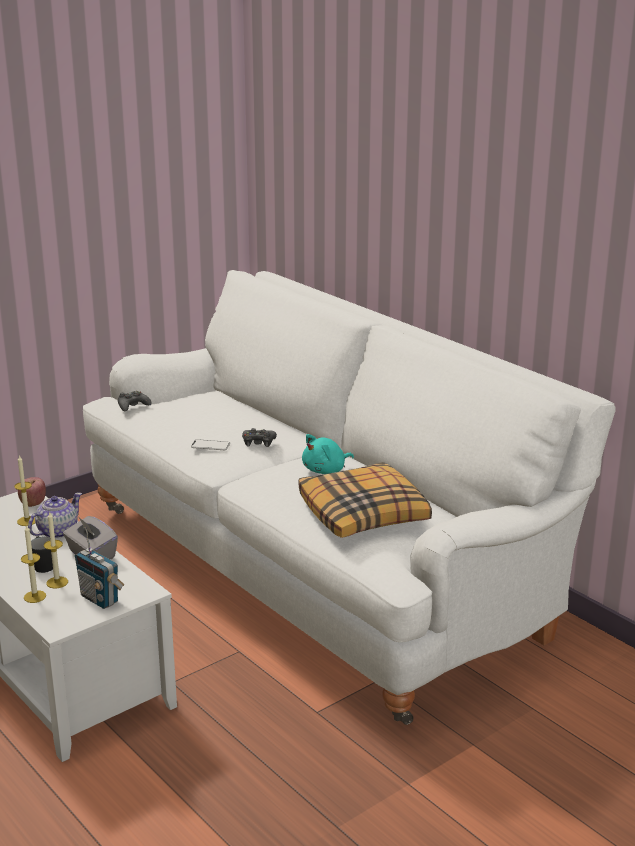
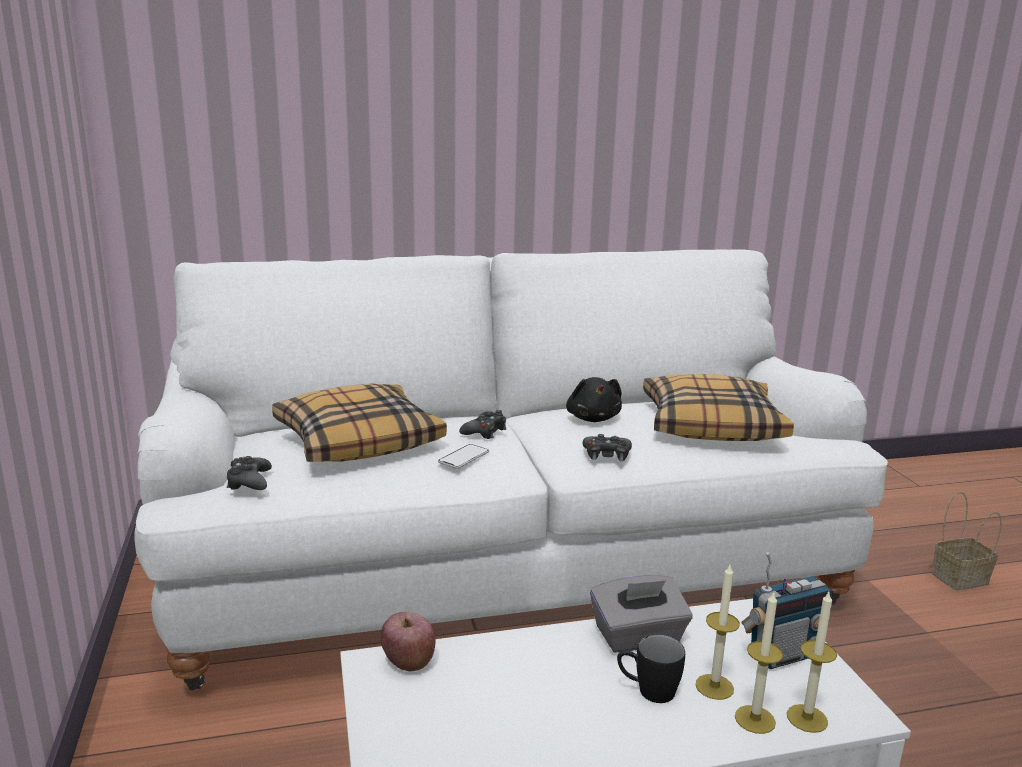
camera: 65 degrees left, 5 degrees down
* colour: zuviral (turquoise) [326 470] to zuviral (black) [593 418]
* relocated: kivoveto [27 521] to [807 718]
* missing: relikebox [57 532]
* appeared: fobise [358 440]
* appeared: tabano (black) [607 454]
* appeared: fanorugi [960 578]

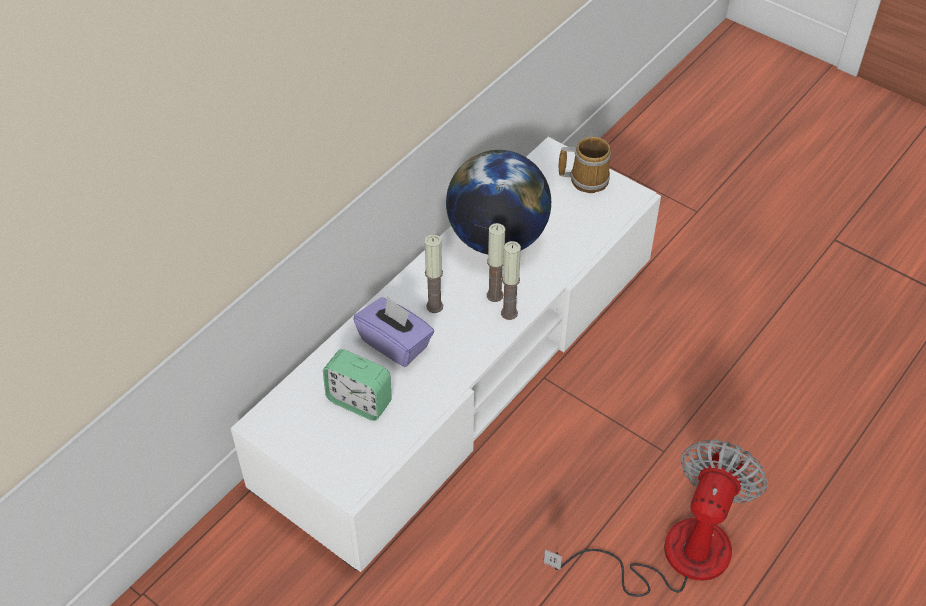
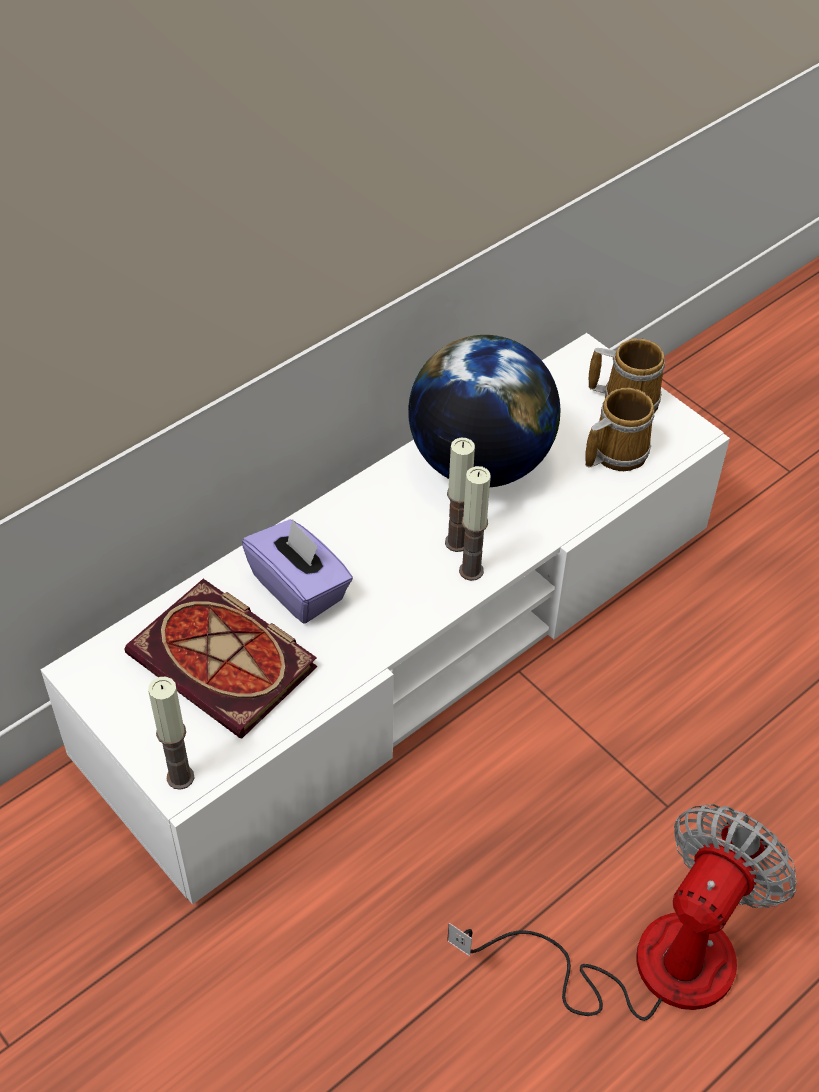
camera: 10 degrees right, 0 degrees up
* relocated: kivoveto [434 306] to [180 777]
* exchanged: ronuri [359 401] to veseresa [228 662]
* appeared: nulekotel [615 452]

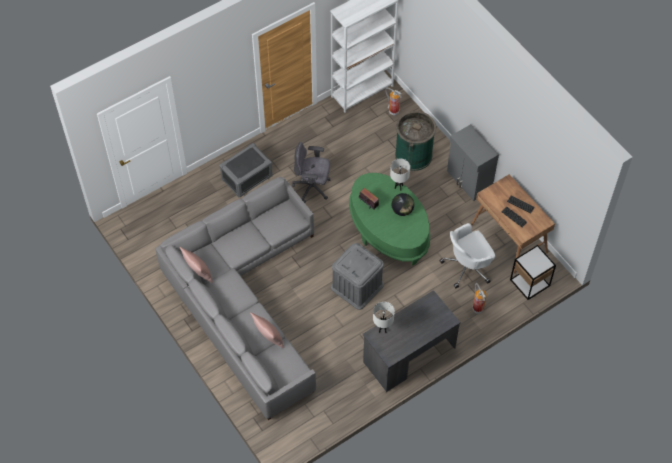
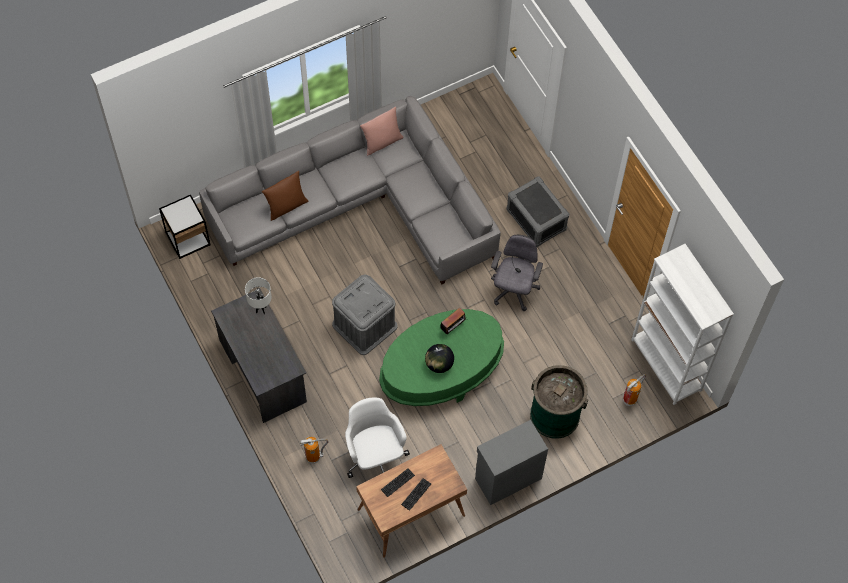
camera: 95 degrees right, 5 degrees up
* missing: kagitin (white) [398 187]
* relocated: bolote [529 282] to [188 238]
* colour: fobise (pink) [268 338] to fobise (brown) [286 206]

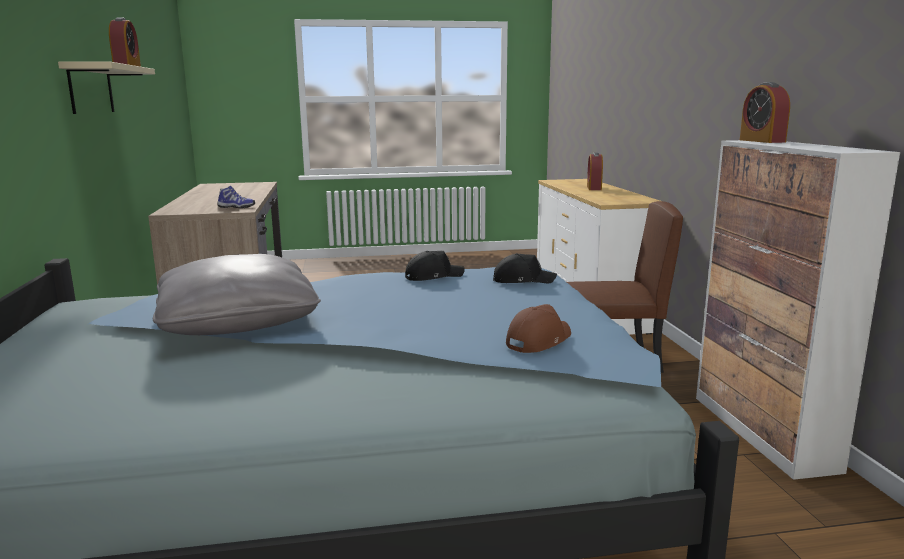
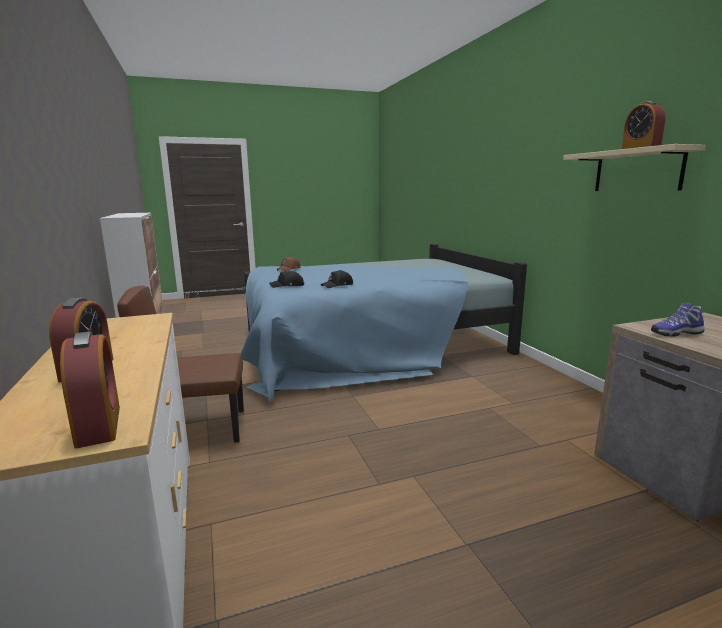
camera: 170 degrees right, 0 degrees up
* relocated: ronuri [762 141] to [98 425]
* missing: fobise (grey) [238 322]

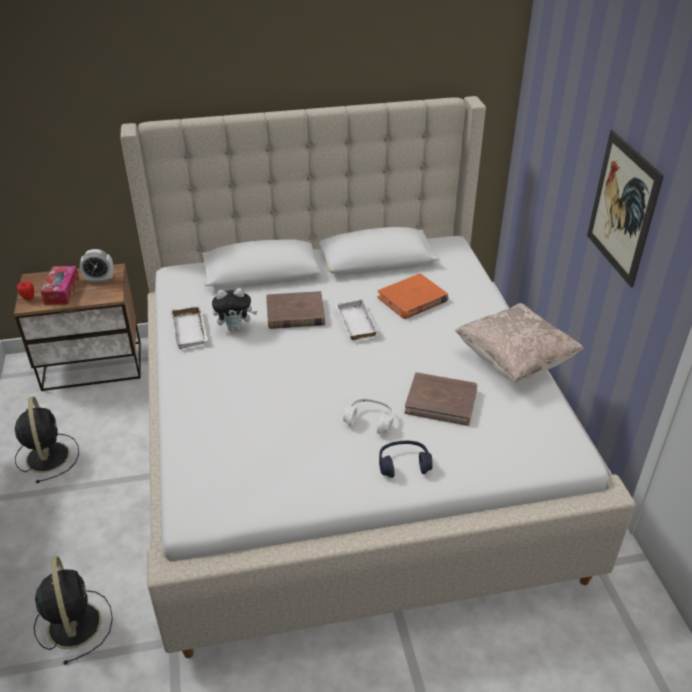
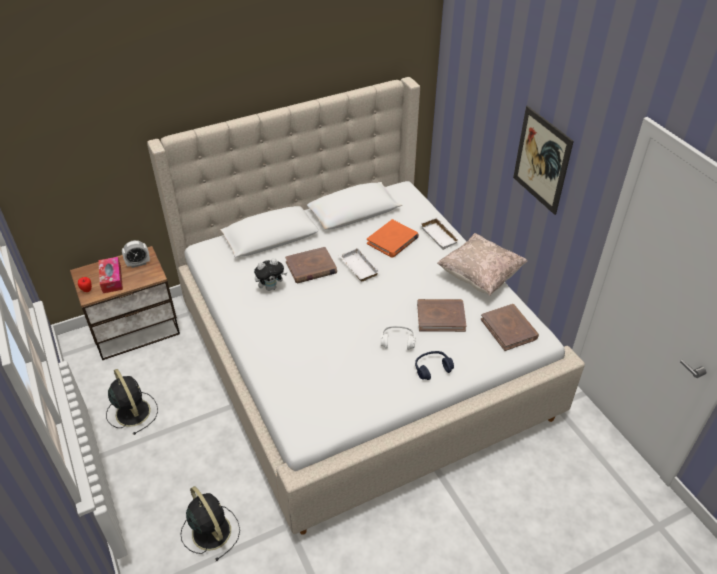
camera: 15 degrees left, 5 degrees up
* relocated: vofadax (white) [191 331] to [440 236]
* appeared: veseresa (brown) [509 329]

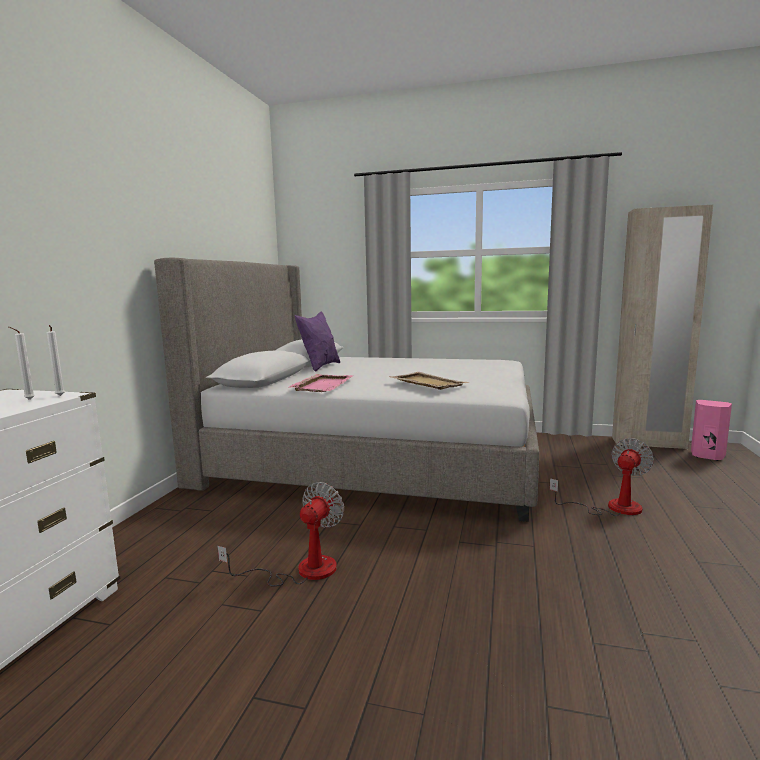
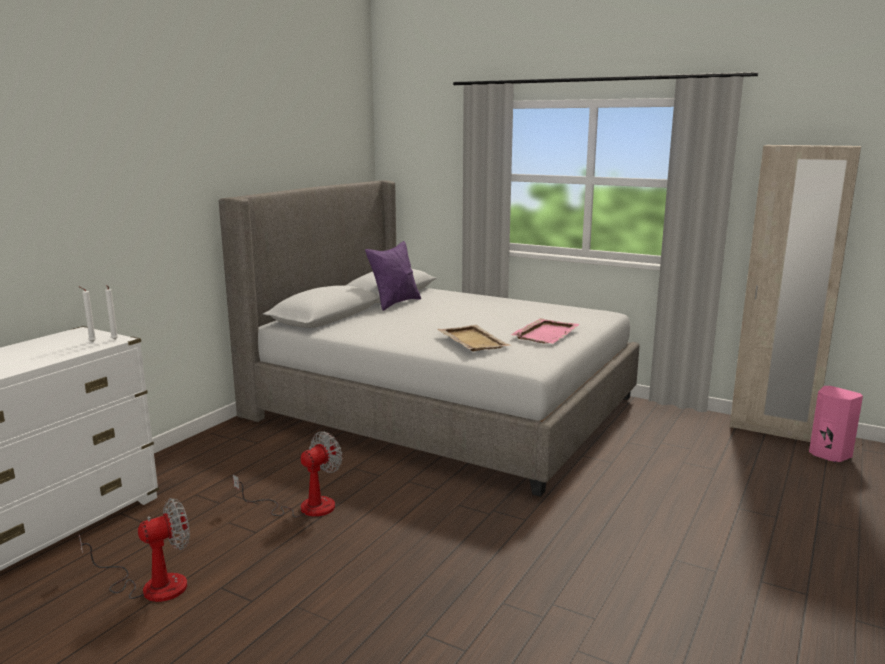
camera: 15 degrees right, 5 degrees up
* relocated: vofadax (pink) [323 385] to [546 333]
* relocated: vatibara [612 508] to [151 585]

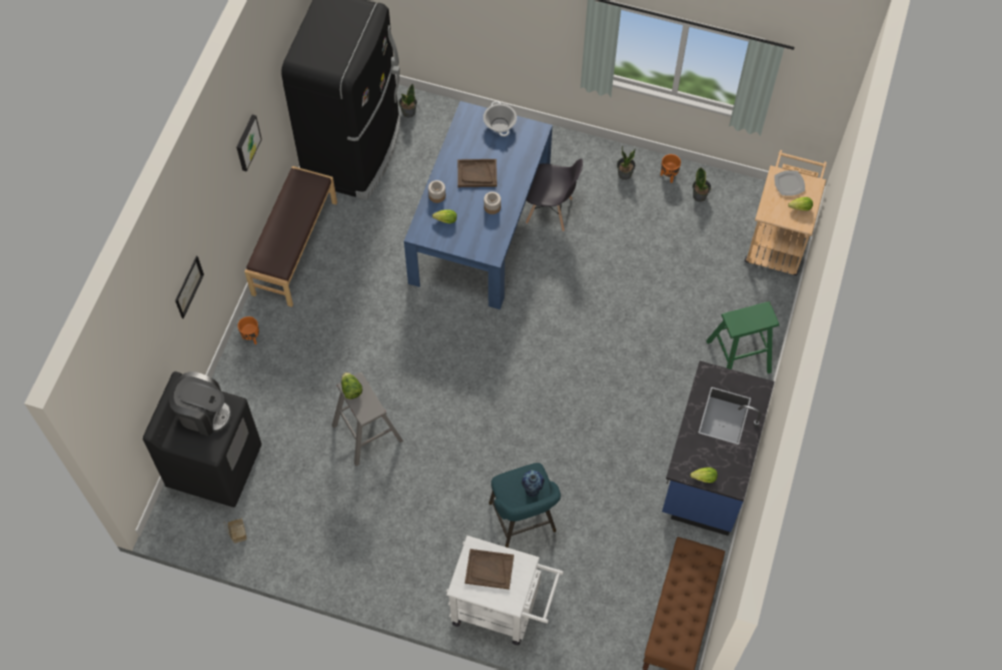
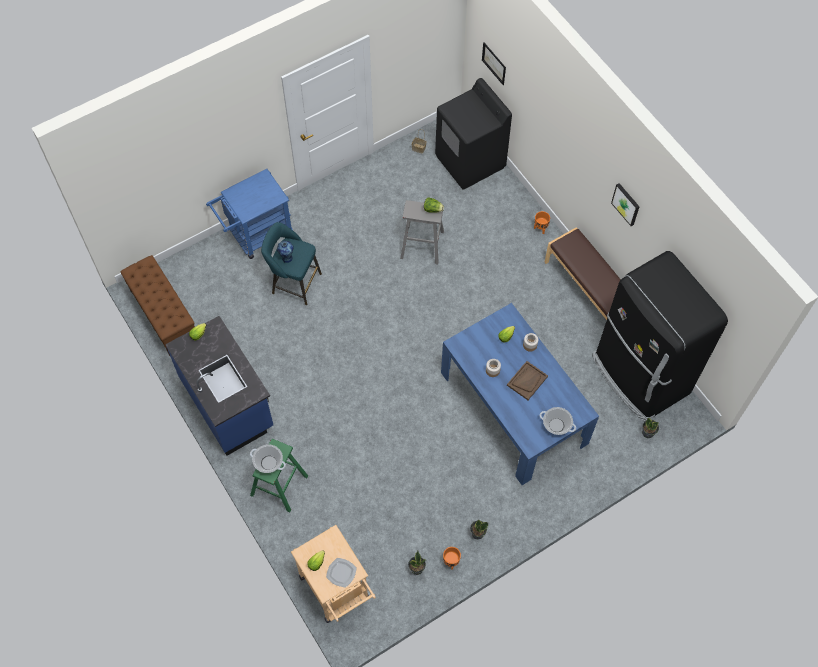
camera: 130 degrees right, 0 degrees up
* missing: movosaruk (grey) [550 211]
* relocated: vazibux [189 287] to [494 63]
* missing: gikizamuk [203 413]
* colour: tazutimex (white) [502 609] to tazutimex (blue) [256 236]
* missing: vofadax (brown) [489 569]
* appeared: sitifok [268 463]

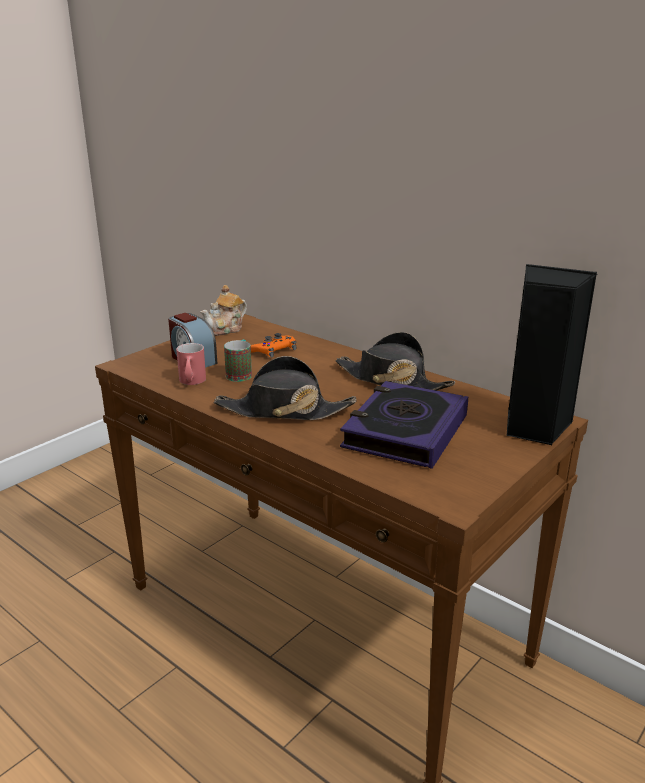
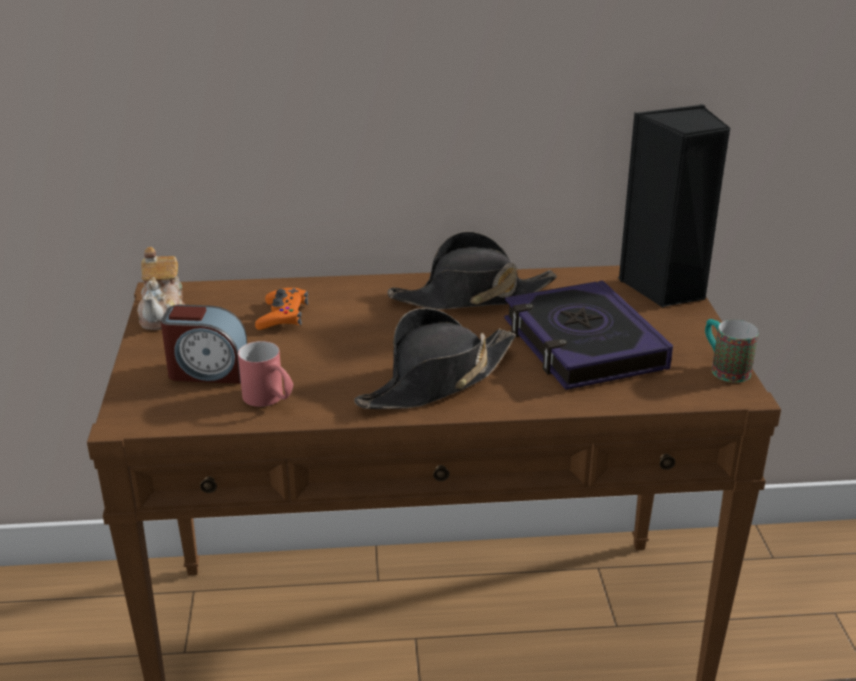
camera: 45 degrees left, 5 degrees up
* relocated: nulekotel [240 374] to [724 368]

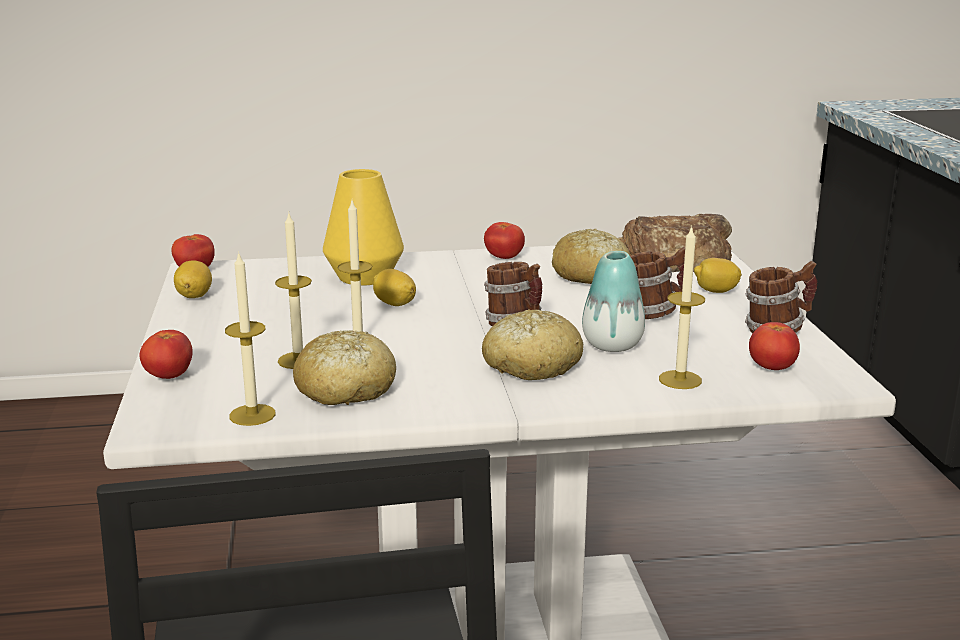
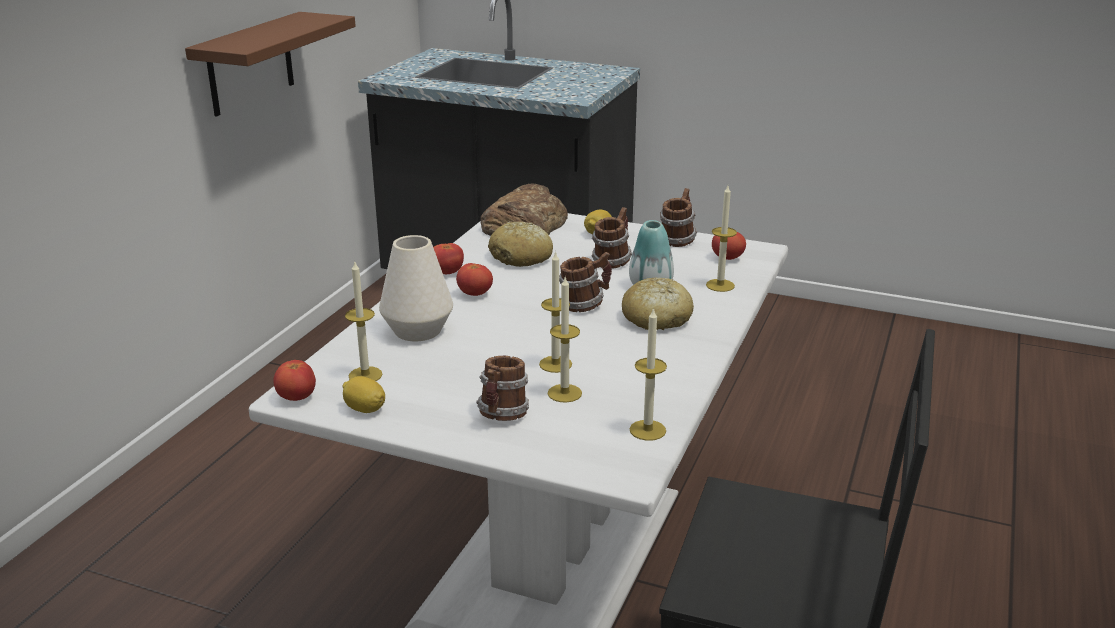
camera: 60 degrees left, 5 degrees up
* colour: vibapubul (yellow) [364 277] to vibapubul (white) [418 330]
* missing: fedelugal [394 304]
* relocated: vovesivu [169 377] to [475 294]
* missing: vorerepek [345 389]
* appeared: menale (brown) [250 64]
* appeared: kivoveto [365 375]
* appeared: nulekotel [503 416]

